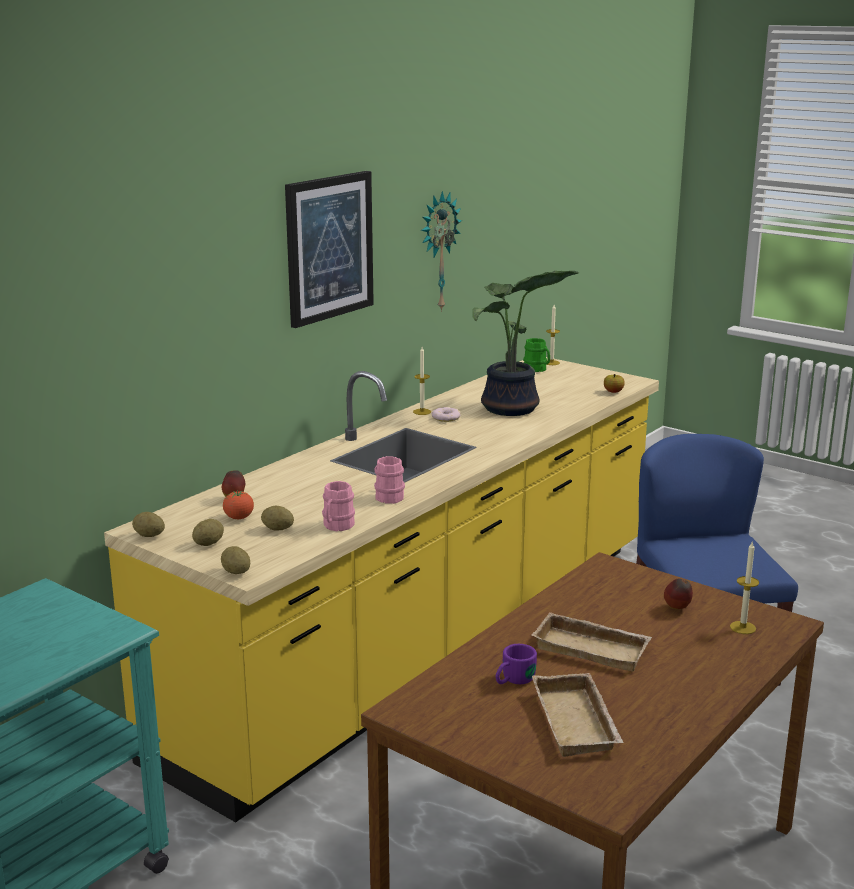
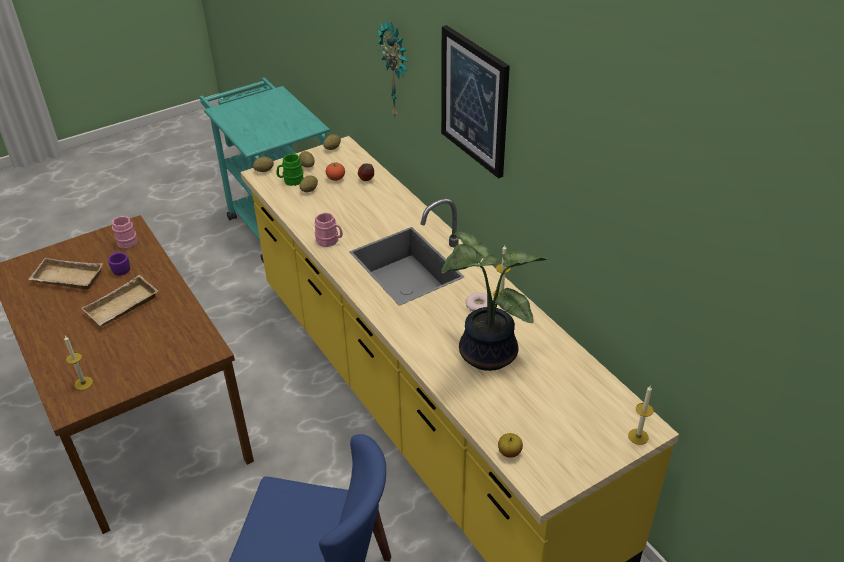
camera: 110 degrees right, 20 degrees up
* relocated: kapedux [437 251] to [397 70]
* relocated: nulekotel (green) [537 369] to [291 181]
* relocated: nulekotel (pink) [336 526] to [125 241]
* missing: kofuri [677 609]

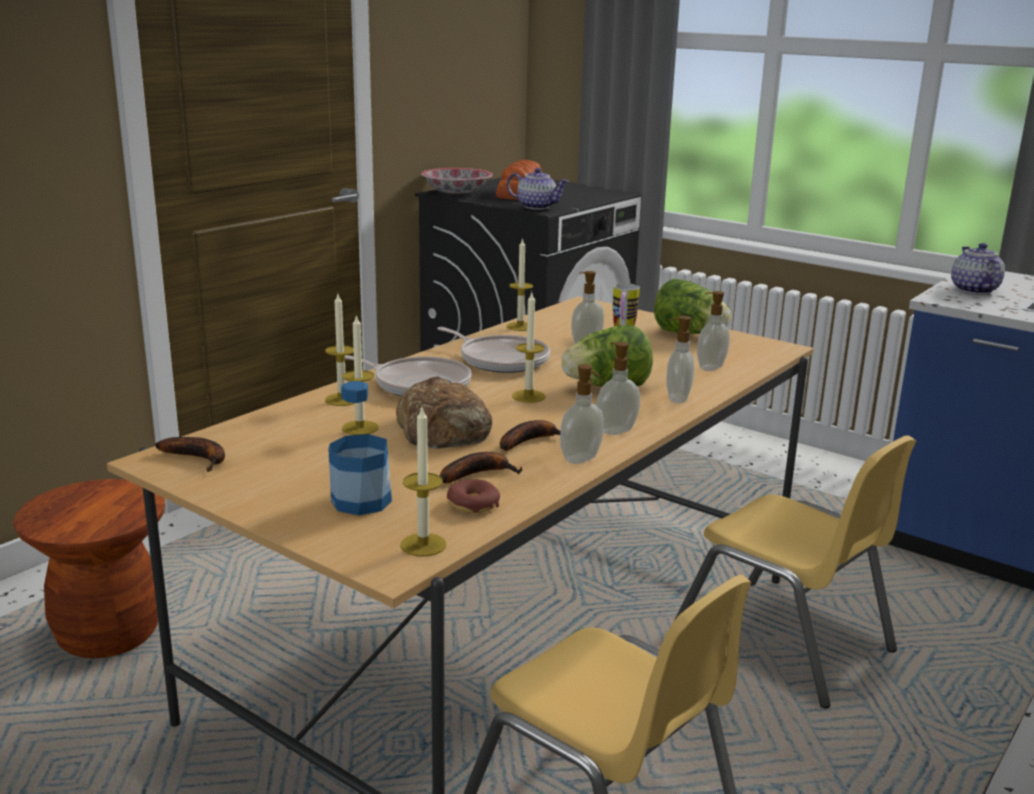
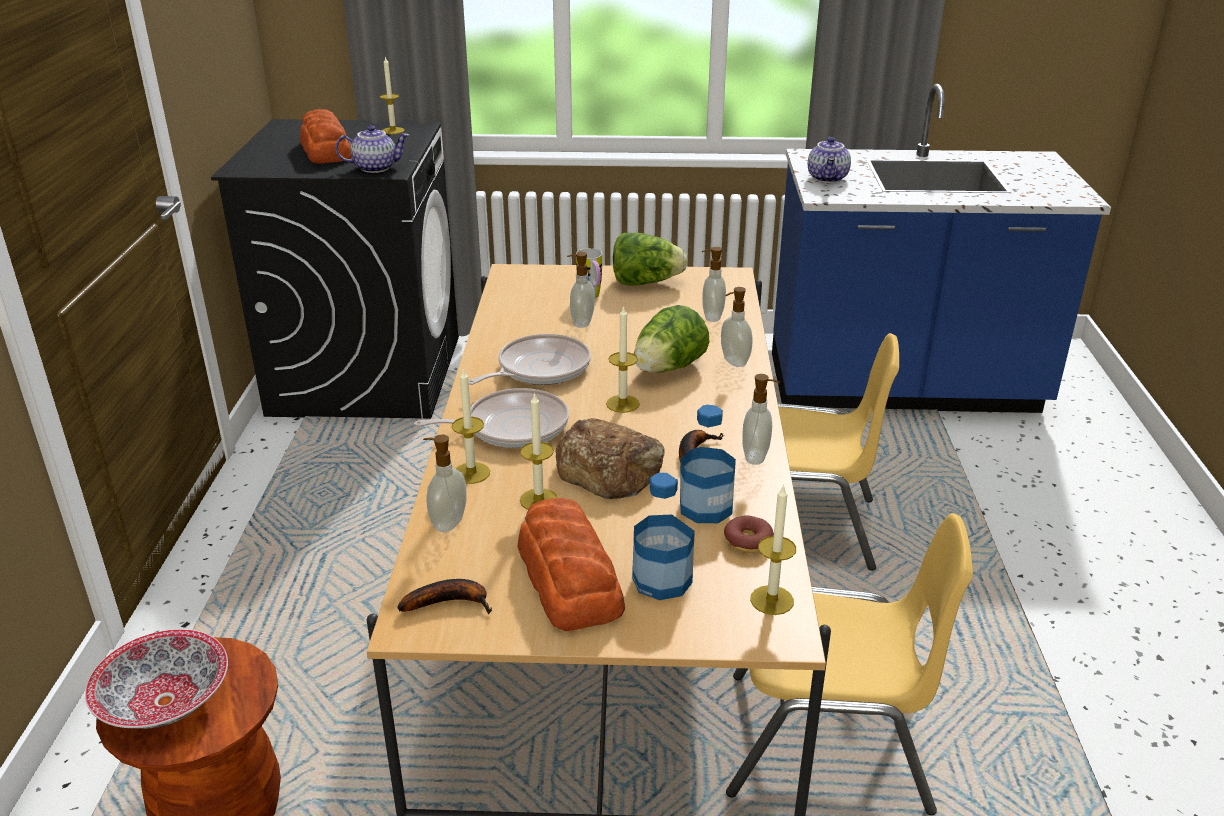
camera: 35 degrees left, 10 degrees up
* relocated: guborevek [456 192] to [164 701]
* relocated: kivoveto [520 326] to [393 131]
* spun: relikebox [972 290] = [828 178] 135 degrees counterclockwise
* spun: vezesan [500 360] = [539 369] 45 degrees counterclockwise
* relocated: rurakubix [615 430] to [447 522]
* exchanged: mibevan [478 474] to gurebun [705 507]
* appeared: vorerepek [569 577]

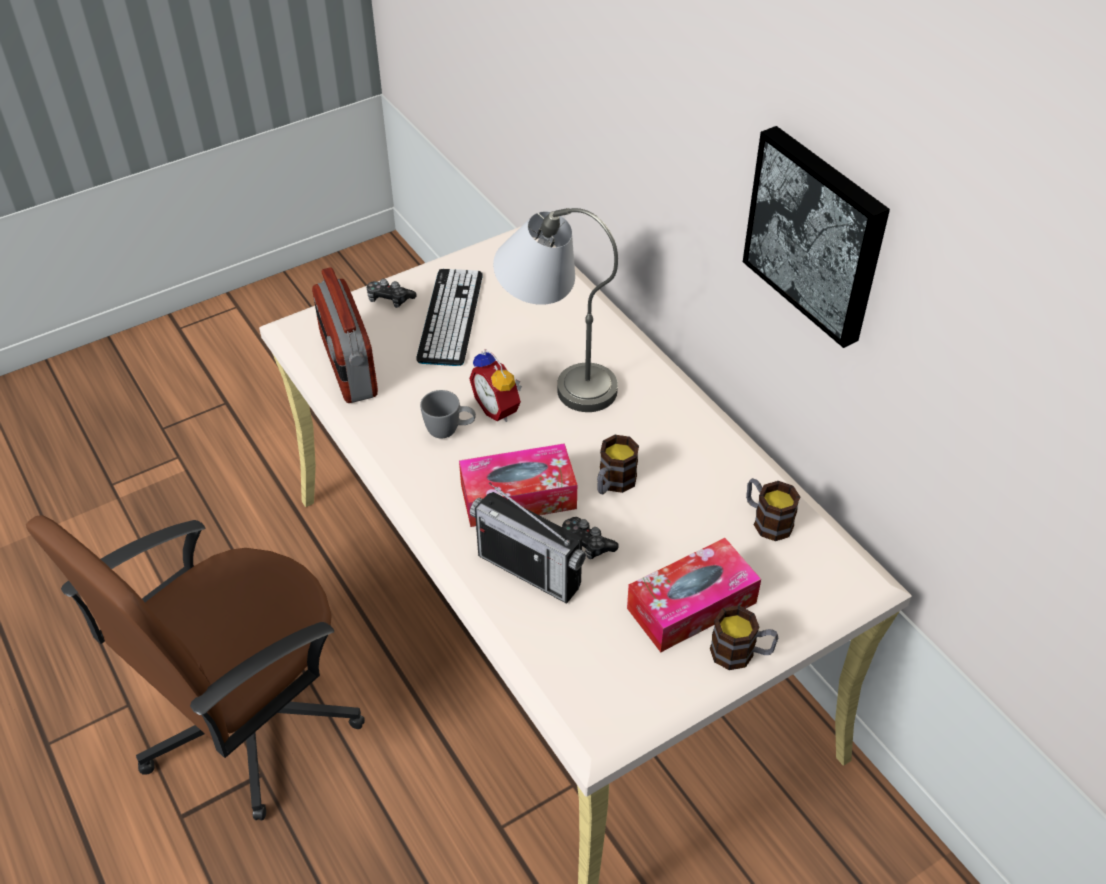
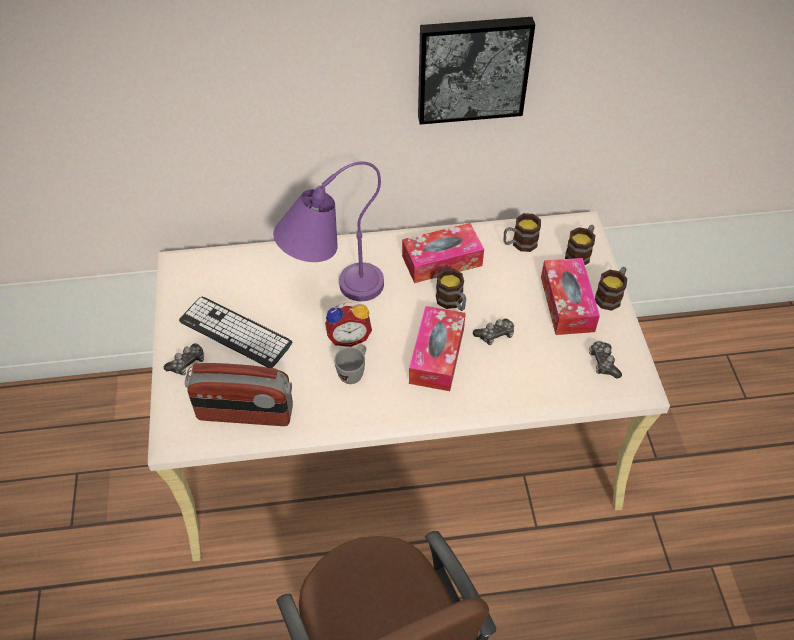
camera: 65 degrees left, 5 degrees up
* colour: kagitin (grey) [556 370] to kagitin (purple) [332 292]
* missing: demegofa [529 570]
* appeared: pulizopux [442 261]
* appeared: nulekotel [580 253]
* appeared: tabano [603 363]

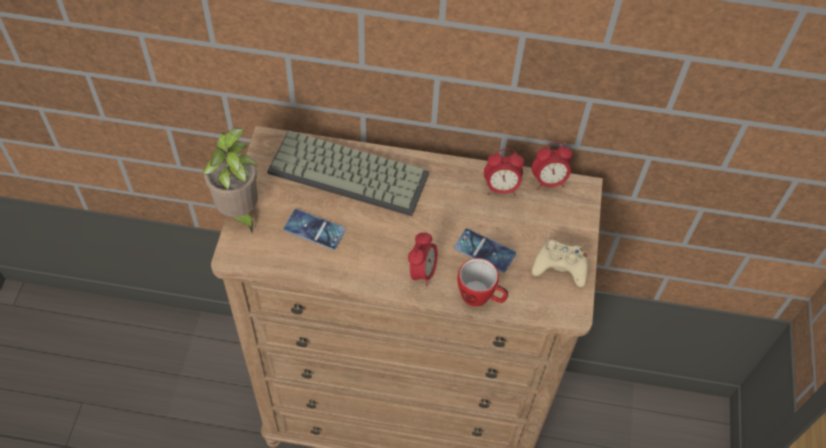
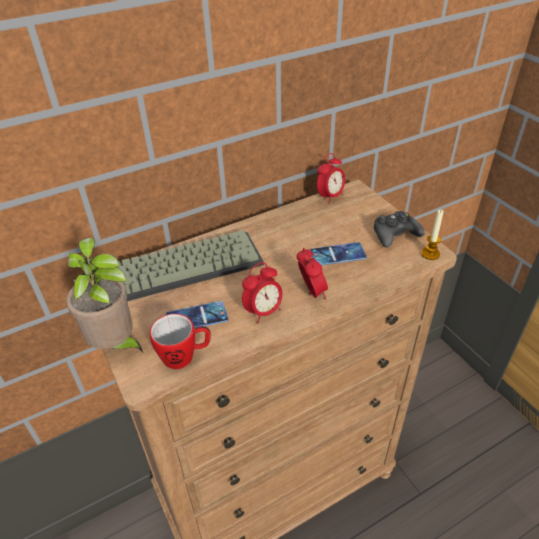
camera: 35 degrees left, 15 degrees down
* relocated: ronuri [501 188] to [263 312]
* colour: tabano (beige) [560 267] to tabano (black) [395 234]
* relocated: nulekotel [481 297] to [185 356]
* appeared: kivoveto [430 254]

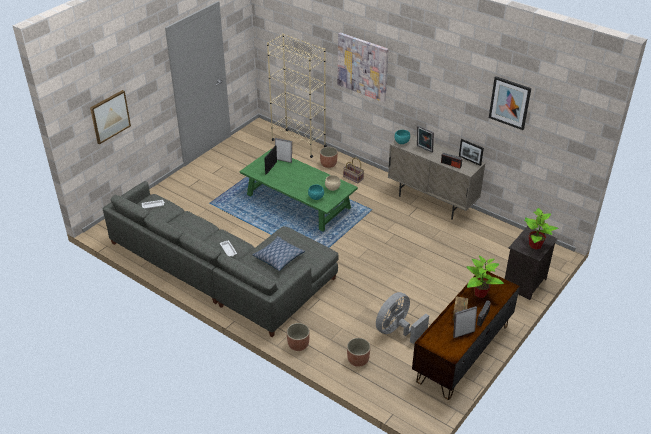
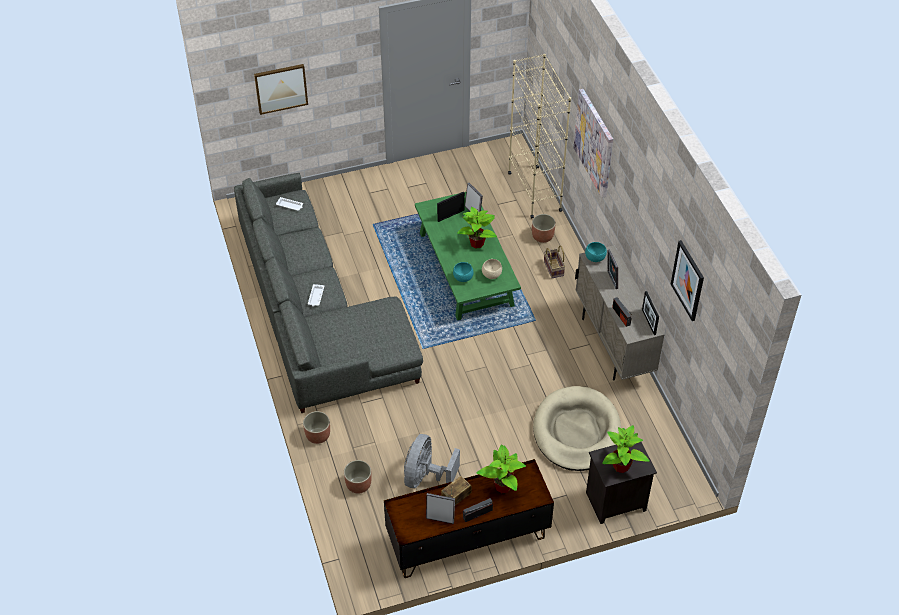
camera: 35 degrees right, 10 degrees up
* missing: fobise [278 257]
* spun: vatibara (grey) [397 331] = [425 476] 60 degrees counterclockwise
* appeared: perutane [477 243]
* appeared: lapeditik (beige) [576 431]

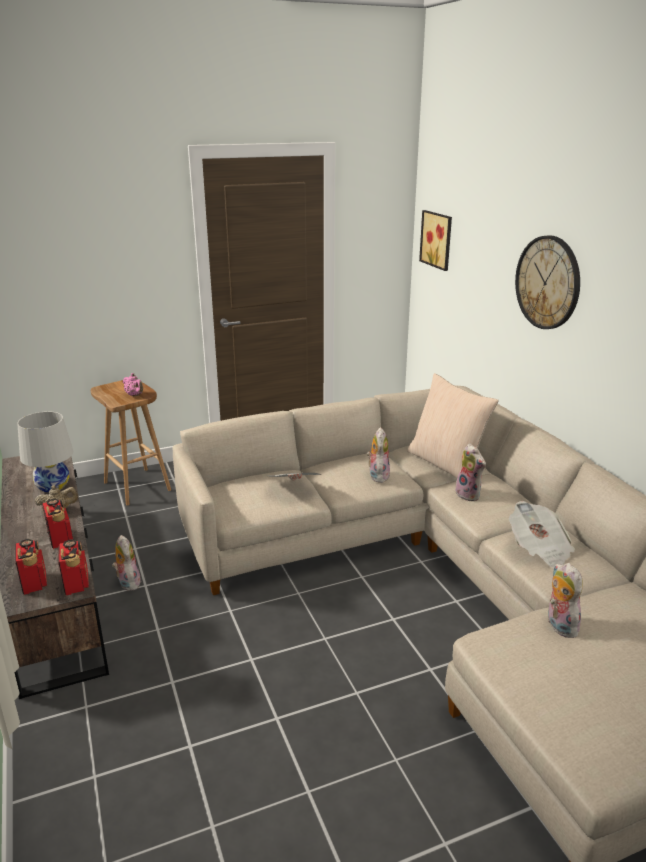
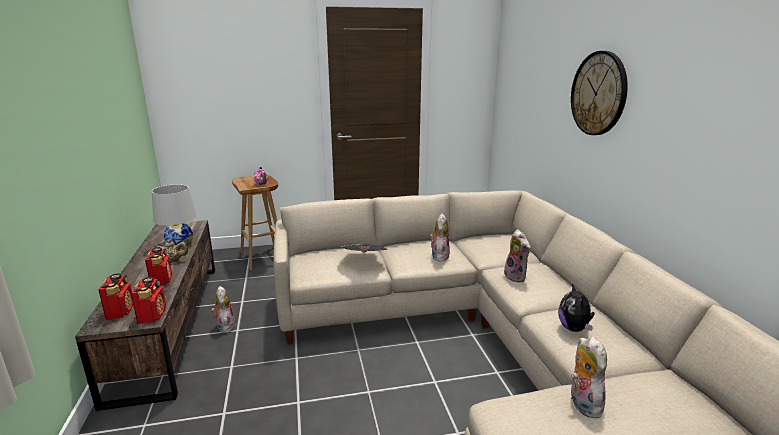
camera: 10 degrees right, 5 degrees down
* missing: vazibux [438 239]
* missing: fobise (beige) [446 464]
* exchanged: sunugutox [539 550] to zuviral [574 328]

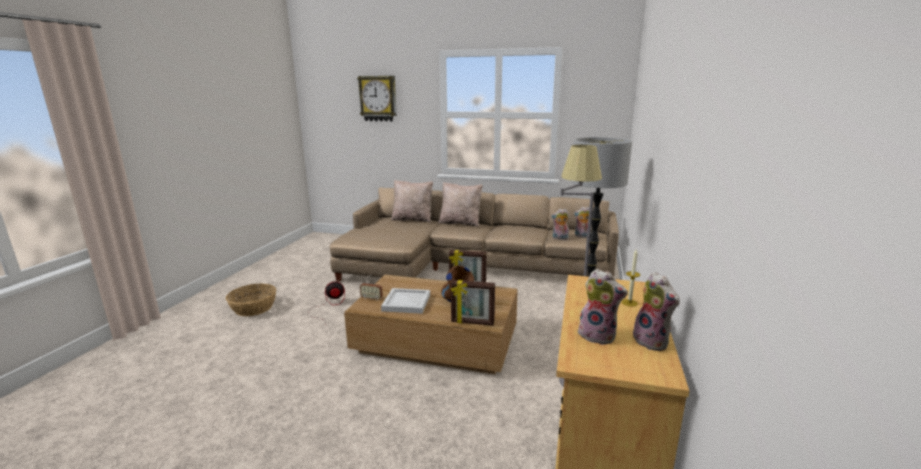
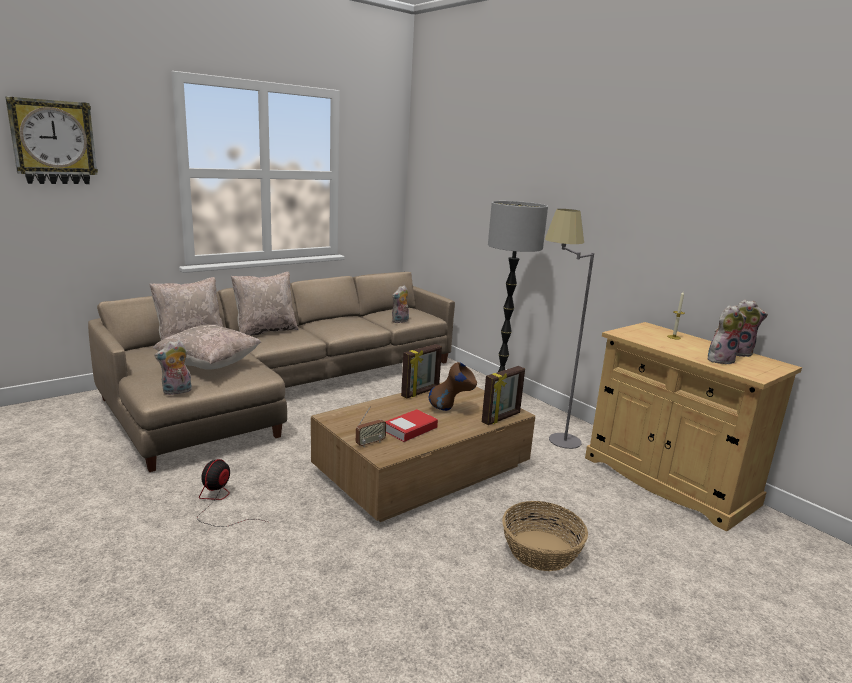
camera: 55 degrees left, 0 degrees up
* relocated: zuviral [582 236] to [176 392]
* relocated: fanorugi [253 308] to [540 550]
* exchanged: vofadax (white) [406 302] to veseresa [410 430]
* appeared: fobise (beige) [209 365]

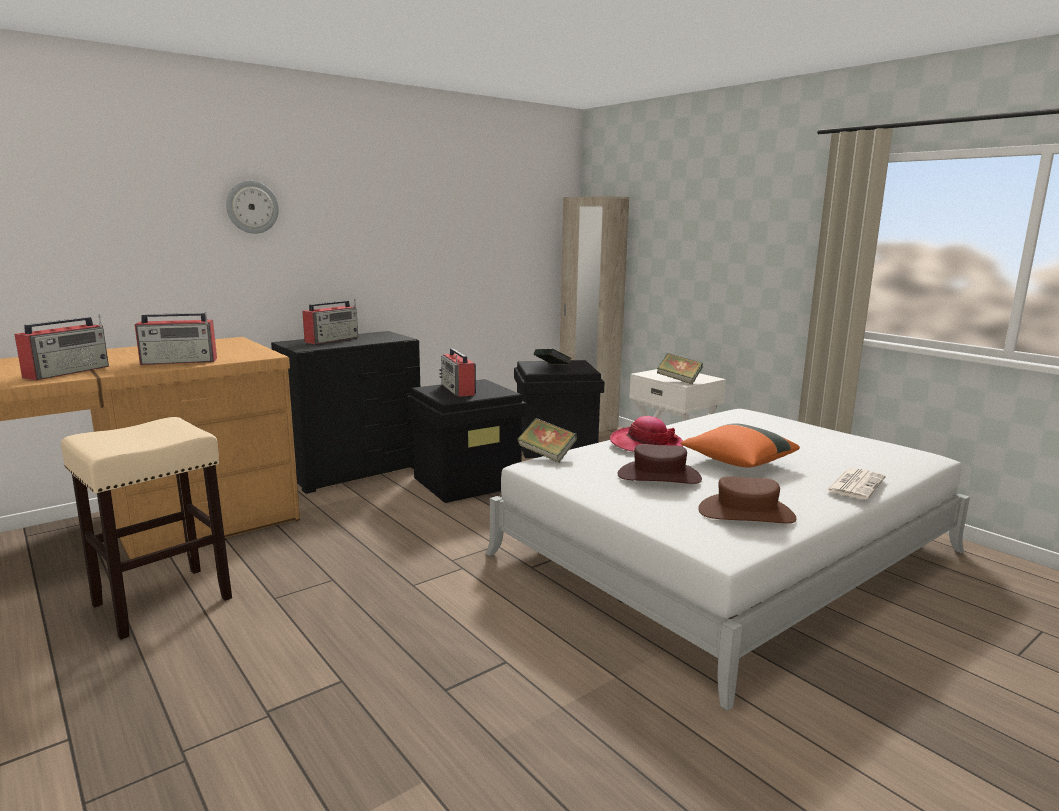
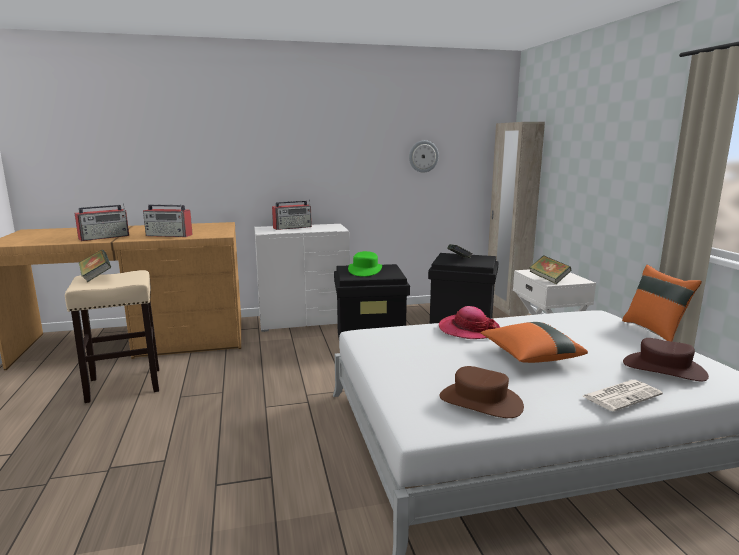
camera: 25 degrees right, 0 degrees up
* relocated: kapedux [252 207] to [423 156]
* colour: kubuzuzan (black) [353 470] to kubuzuzan (white) [304 320]
* exchanged: demegofa [458 390] to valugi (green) [365 270]
* relocated: veseresa [546 455] to [96 277]
* relocated: valugi (brown) [659 476] to [664 369]
* appeared: fobise (orange) [655 330]

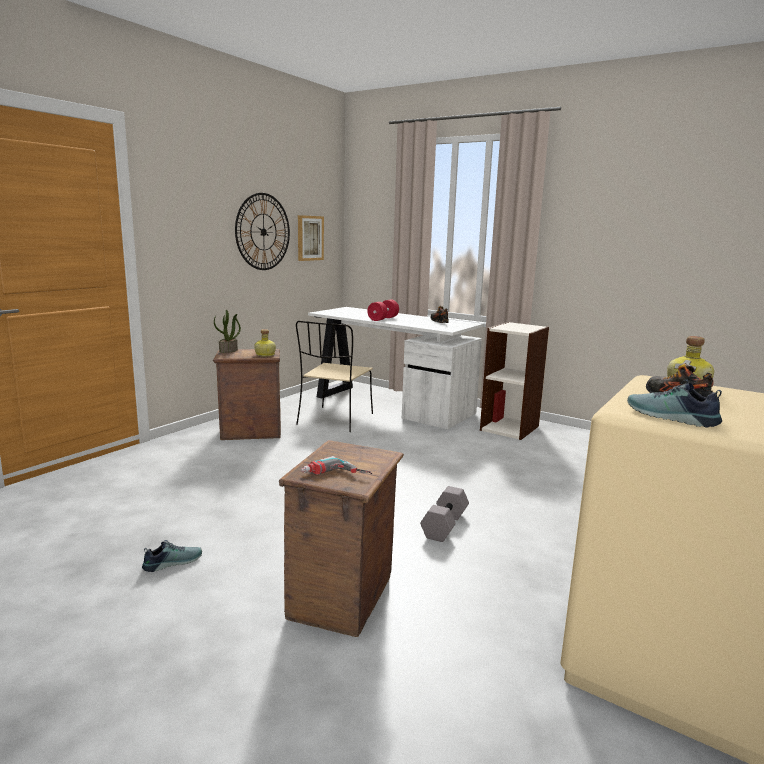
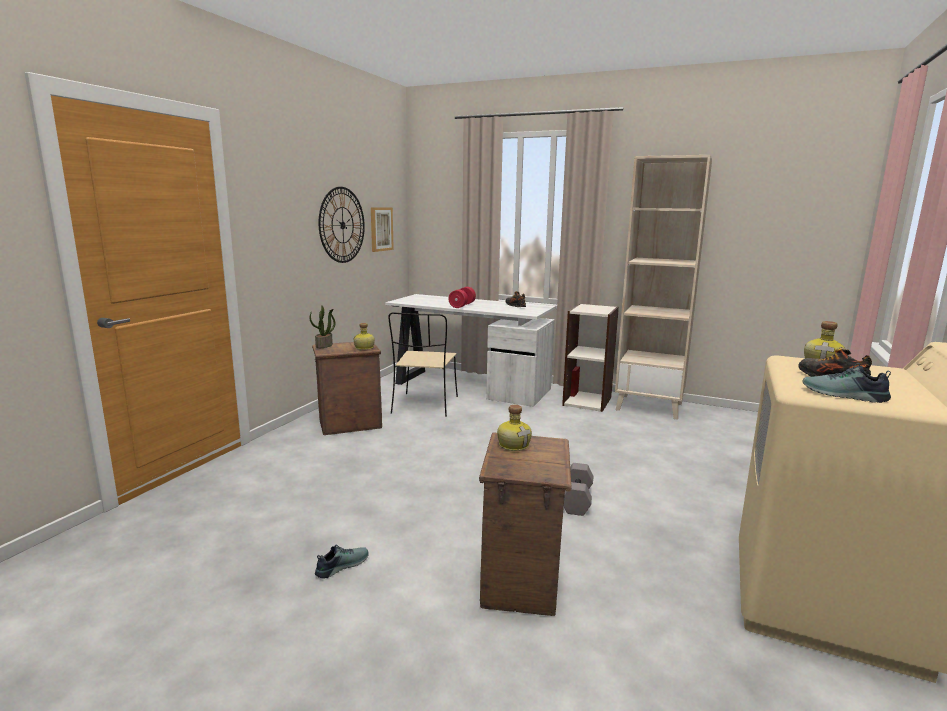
camera: 10 degrees left, 0 degrees up
* missing: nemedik [335 476]
* appeared: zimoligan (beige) [649 406]
* appeared: gurebun [514 445]

